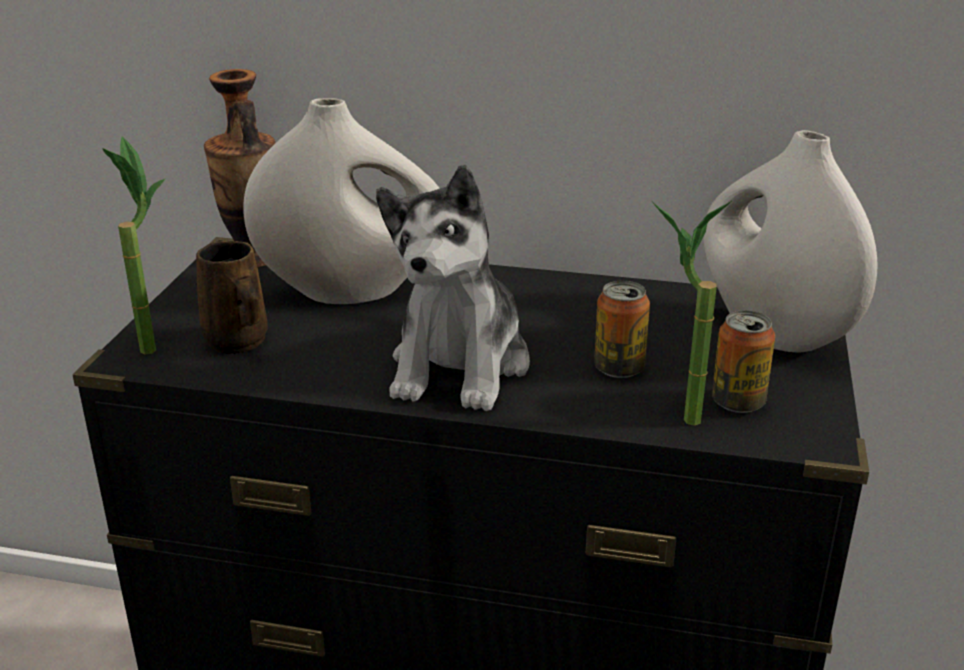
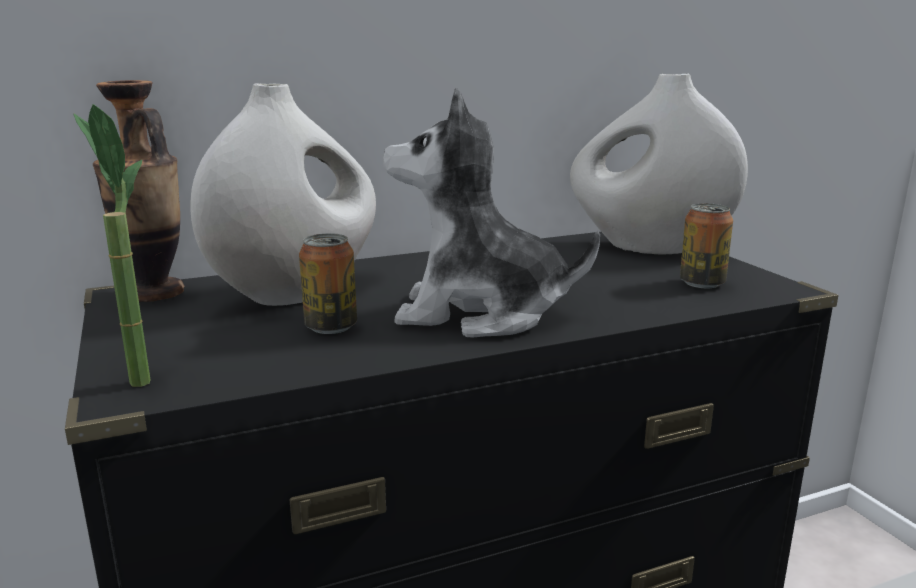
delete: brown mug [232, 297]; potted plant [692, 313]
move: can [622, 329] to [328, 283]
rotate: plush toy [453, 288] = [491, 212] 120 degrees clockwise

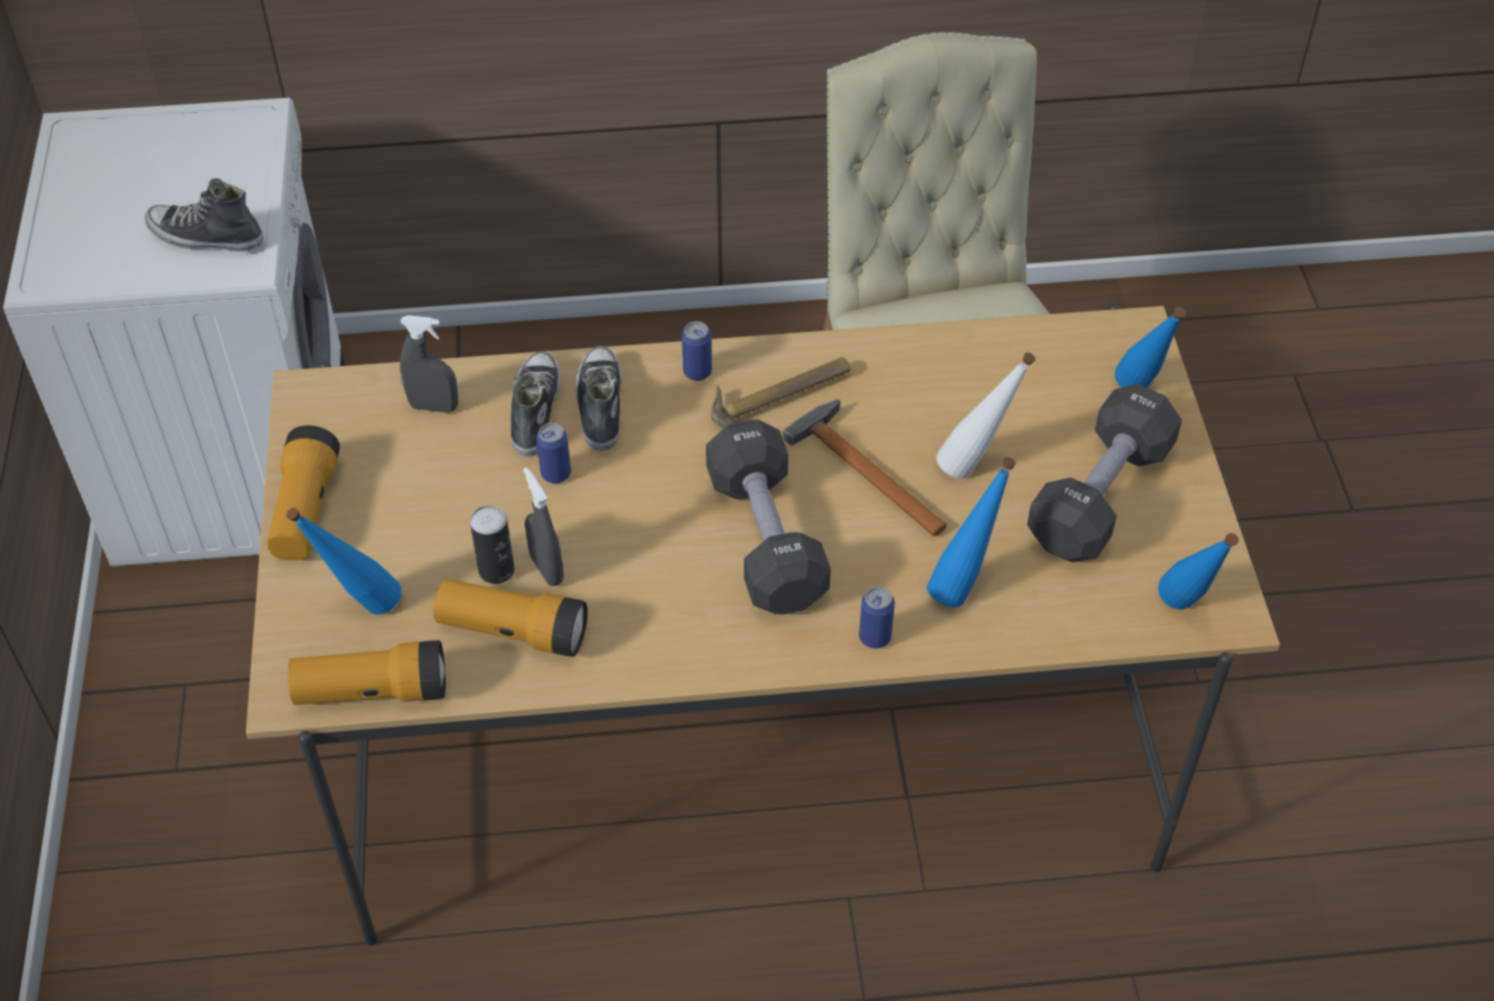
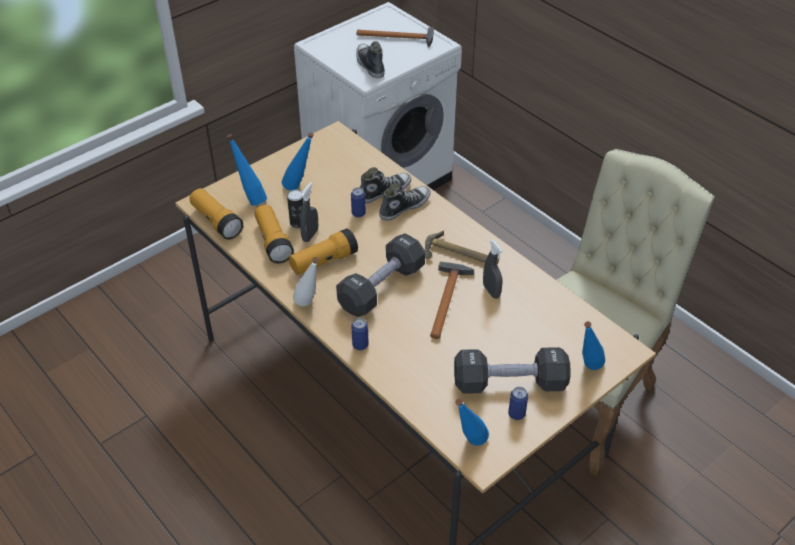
insert: hammer [395, 37]
move: blue bottle [971, 532] to [298, 161]; flashlight [303, 492] to [323, 251]; white bottle [986, 415] to [306, 281]; grey spray bottle [429, 364] to [493, 269]; can [697, 351] to [518, 403]

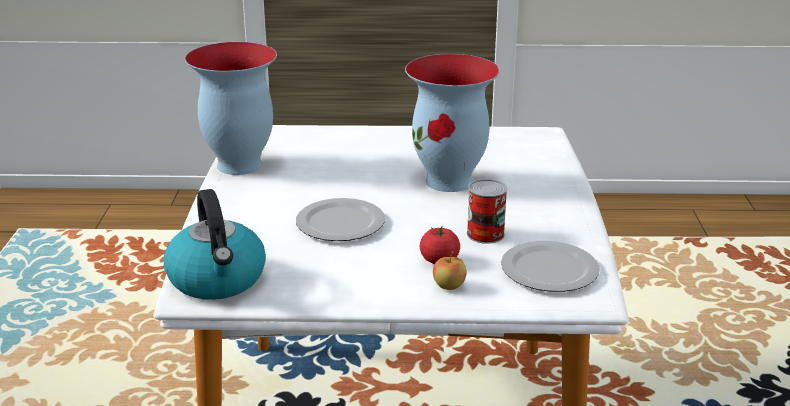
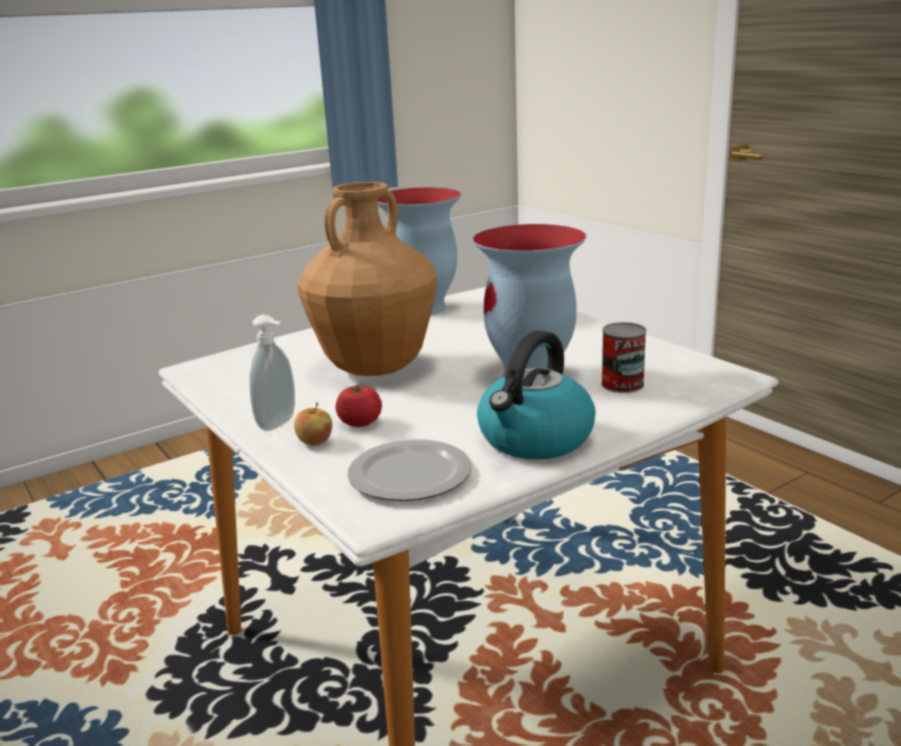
insert: soap dispenser [272, 373]
move: kettle [215, 244] to [536, 394]; can [487, 211] to [623, 357]
replace: plate [340, 219] to brown vase [367, 279]

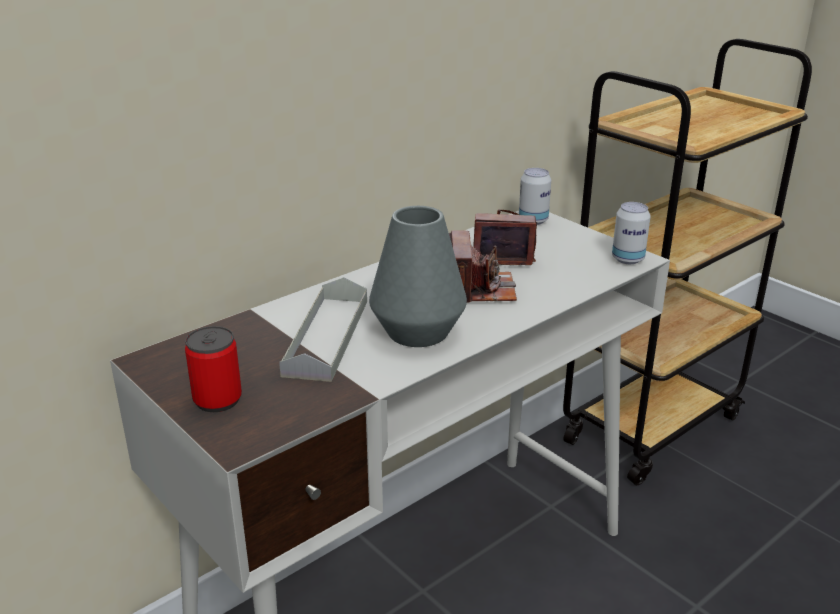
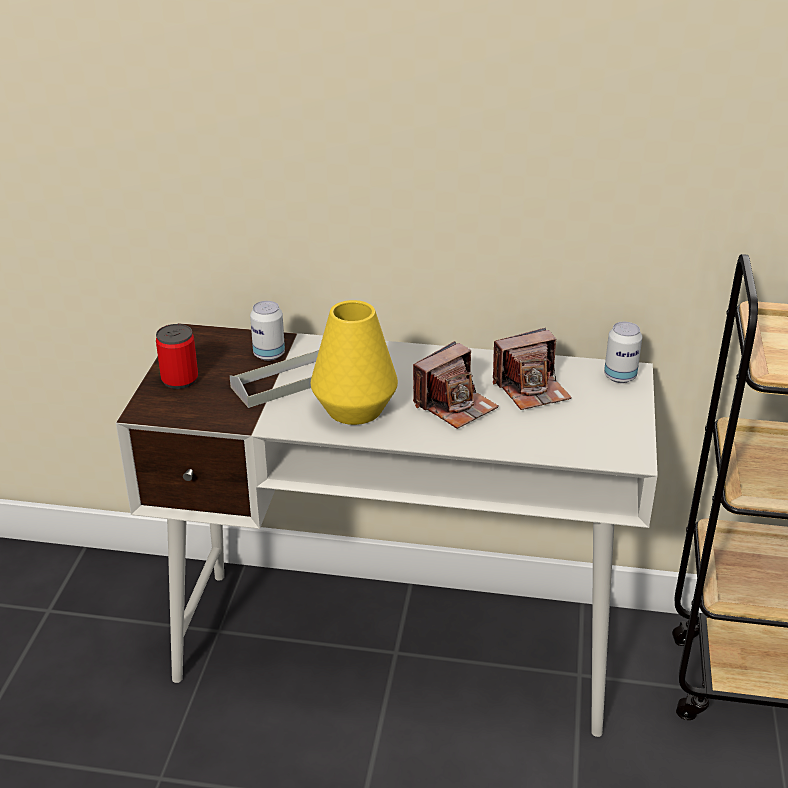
move: can [631, 233] to [267, 331]
recolor: grey vase [418, 276] to yellow vase [354, 362]
rotate: photo camera [505, 237] = [532, 369] 105 degrees clockwise

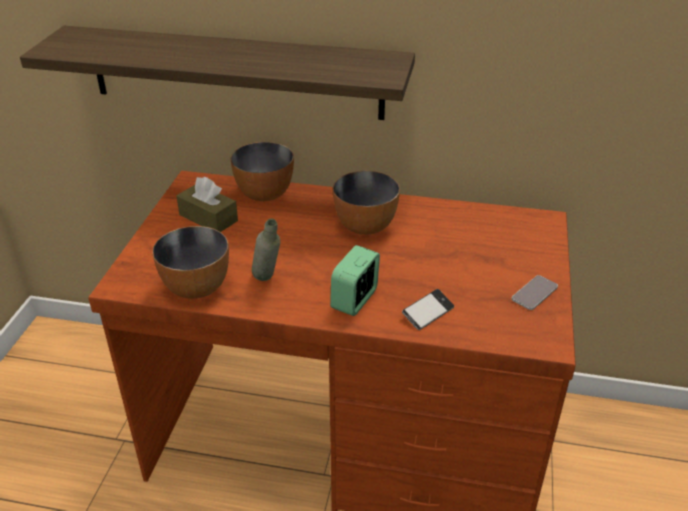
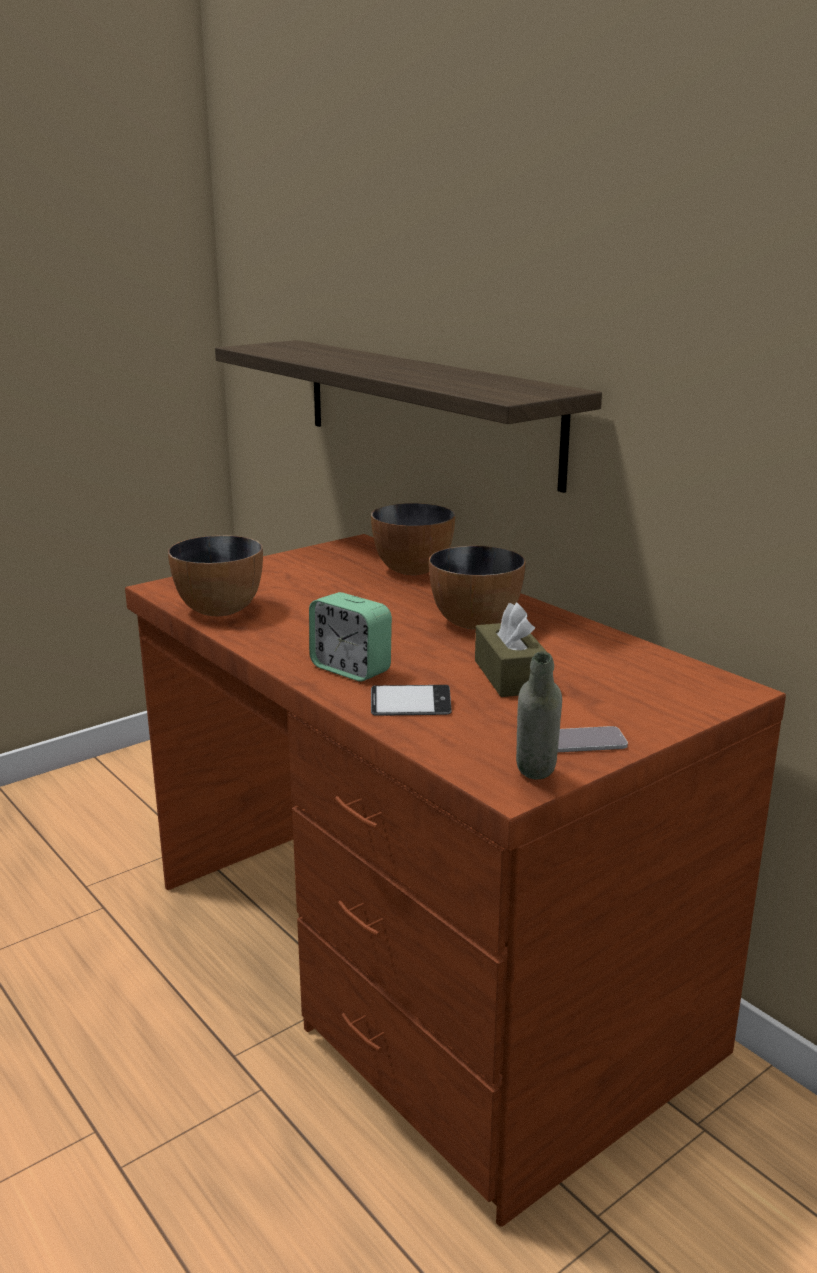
move: brown tissue box [207, 204] to [511, 649]; grey bottle [266, 250] to [539, 715]
rotate: alarm clock [355, 280] = [350, 637] 120 degrees counterclockwise

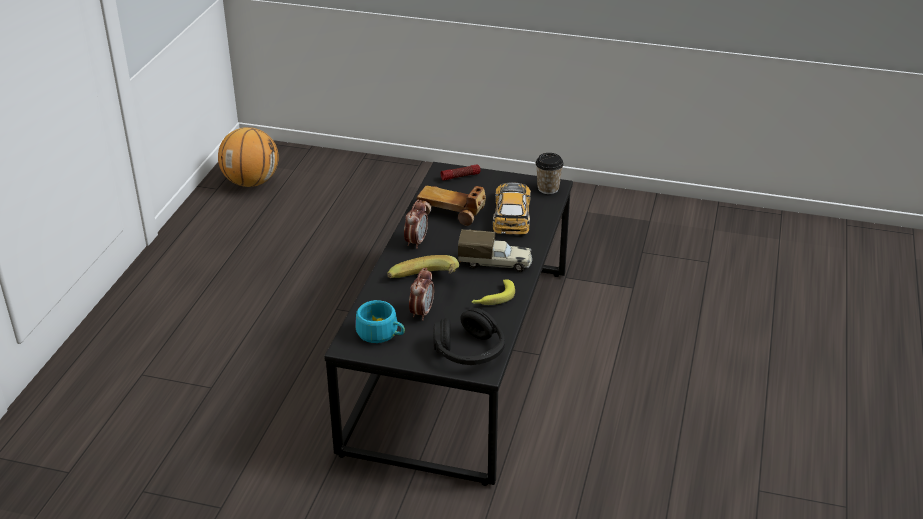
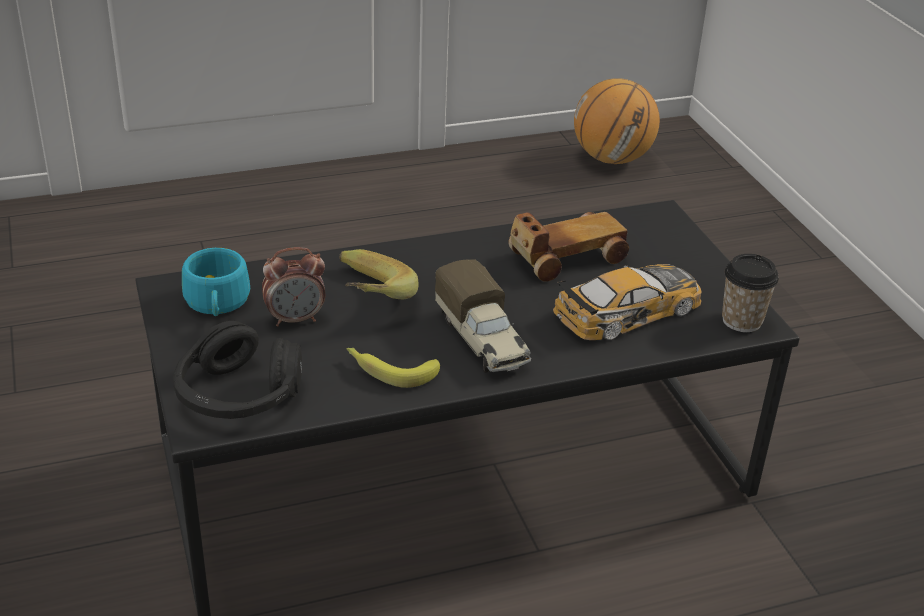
delete: alarm clock [416, 224]; flashlight [461, 172]
rotate: toy car [451, 206] = [568, 247] 75 degrees clockwise

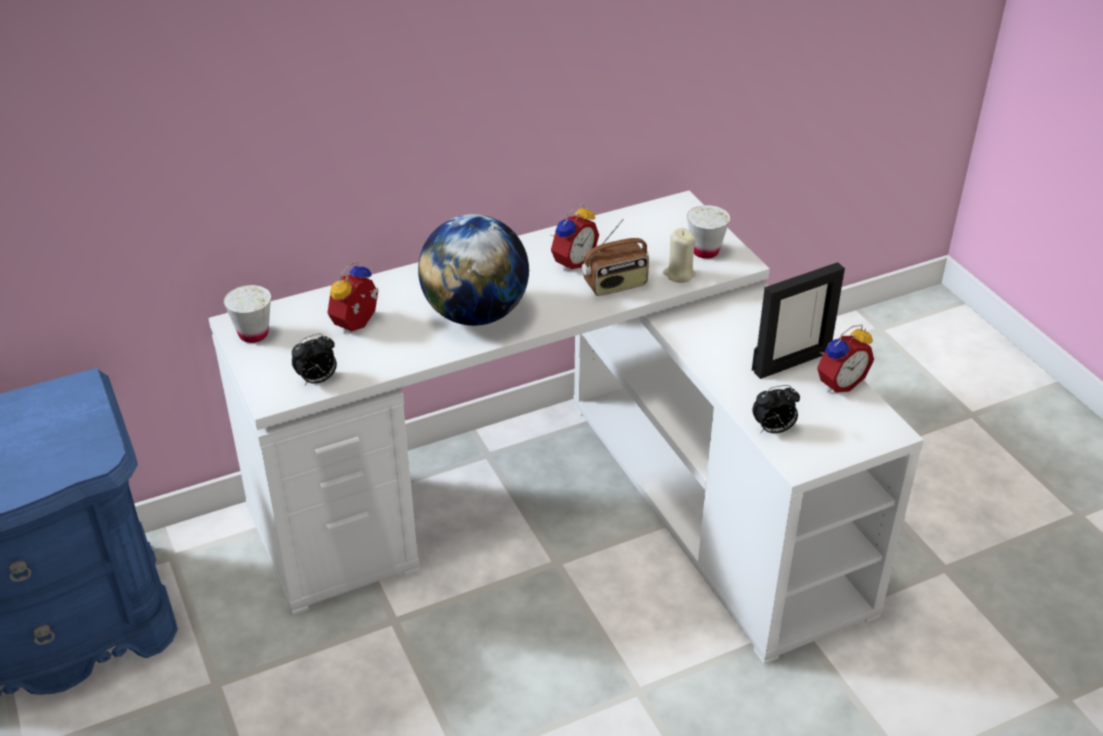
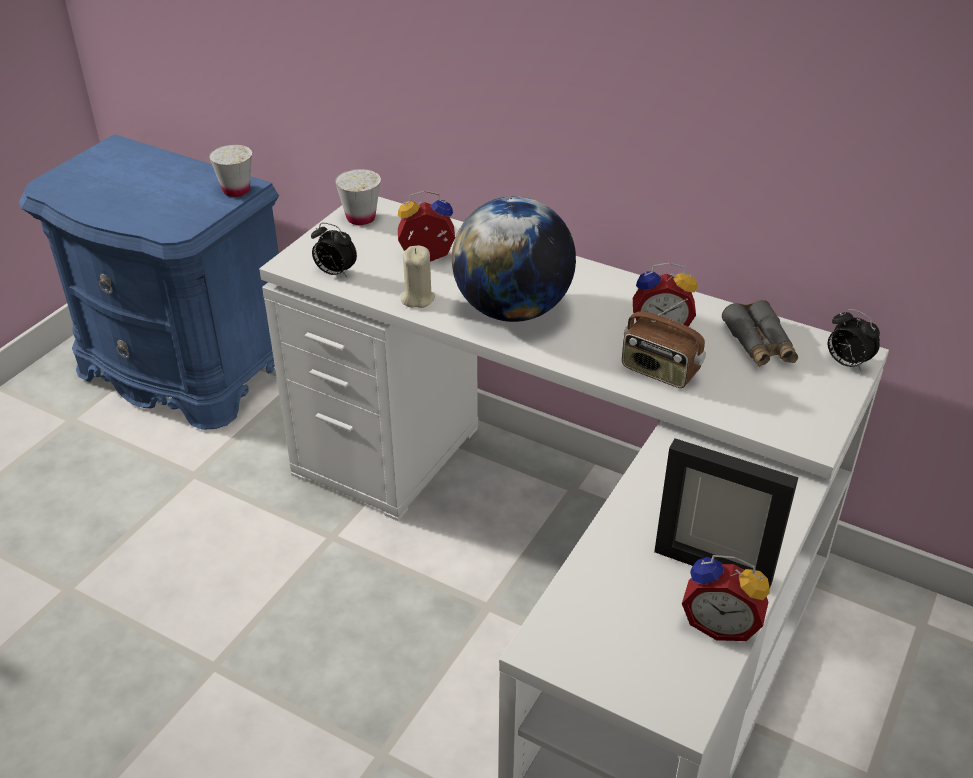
insert: grey binoculars [760, 333]
move: white cup [708, 232] to [230, 171]; beige candle [679, 255] to [418, 277]; alarm clock [776, 409] to [854, 340]

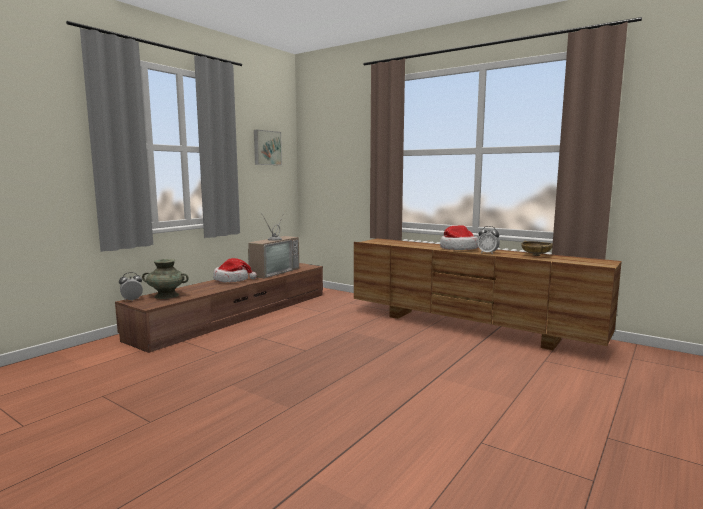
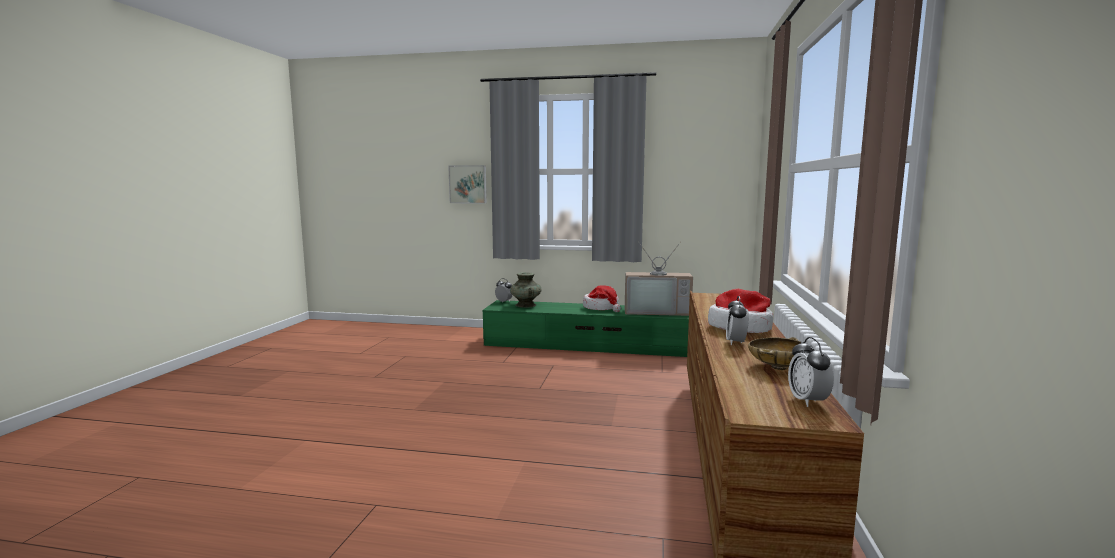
insert: alarm clock [811, 372]
move: picture [268, 147] to [467, 184]
recolor: brown tv stand [219, 308] to green tv stand [585, 328]

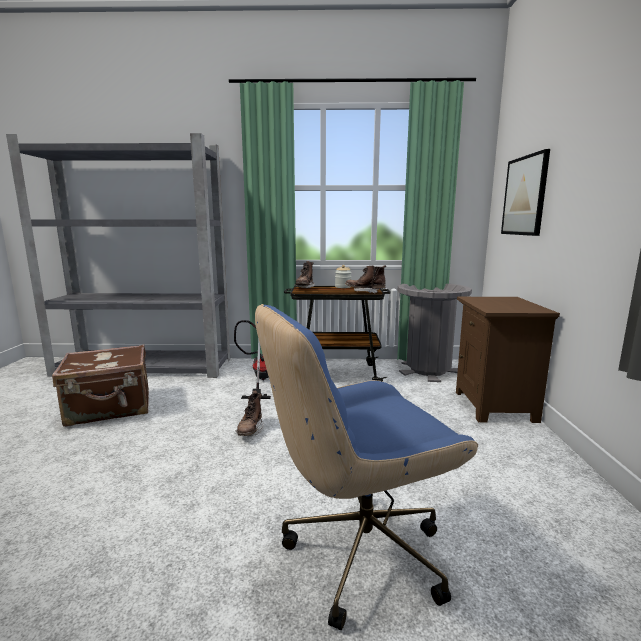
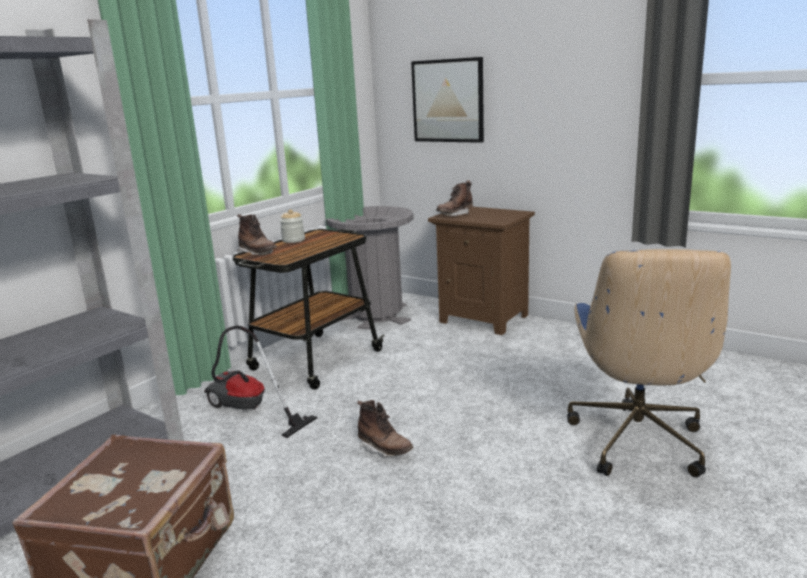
move: brown boot [365, 279] to [454, 198]

